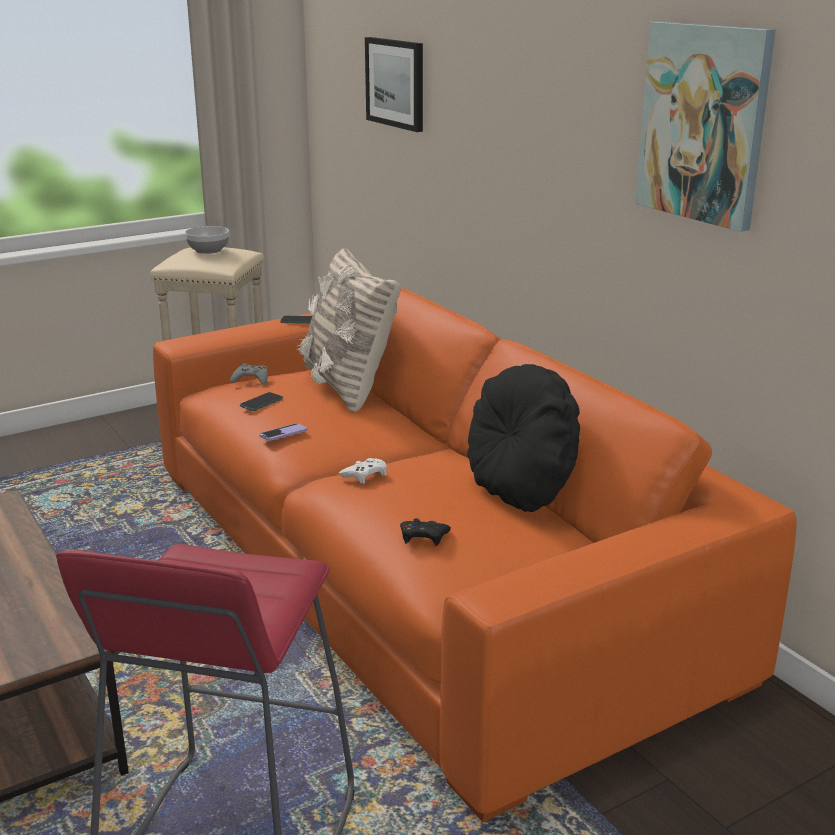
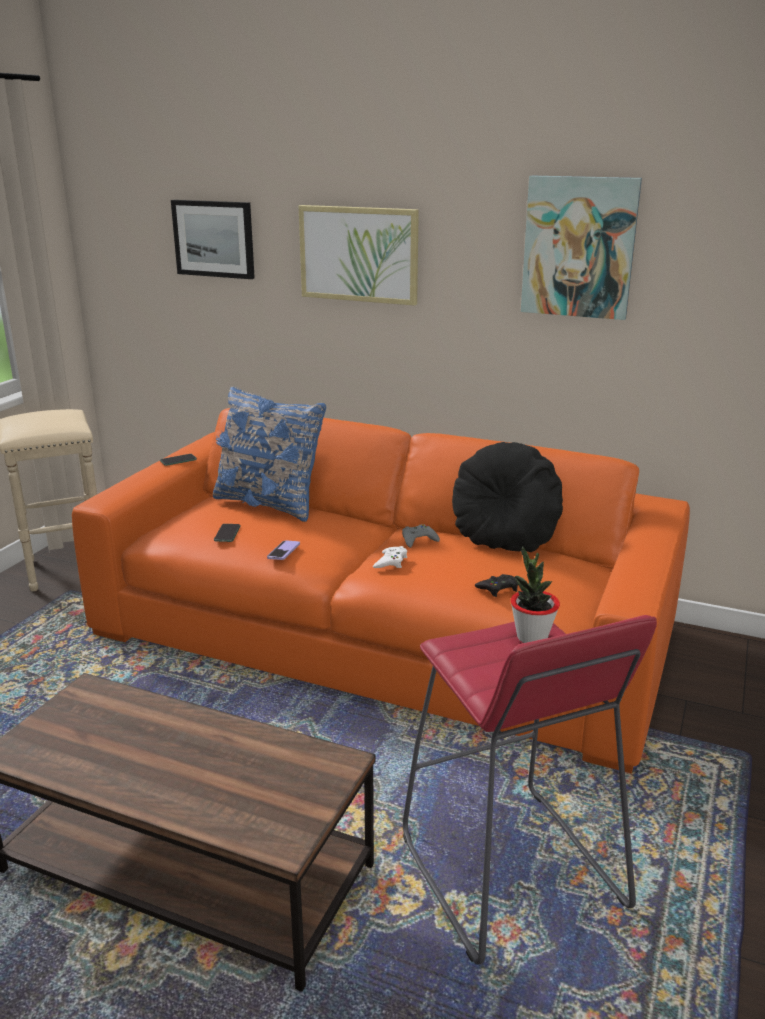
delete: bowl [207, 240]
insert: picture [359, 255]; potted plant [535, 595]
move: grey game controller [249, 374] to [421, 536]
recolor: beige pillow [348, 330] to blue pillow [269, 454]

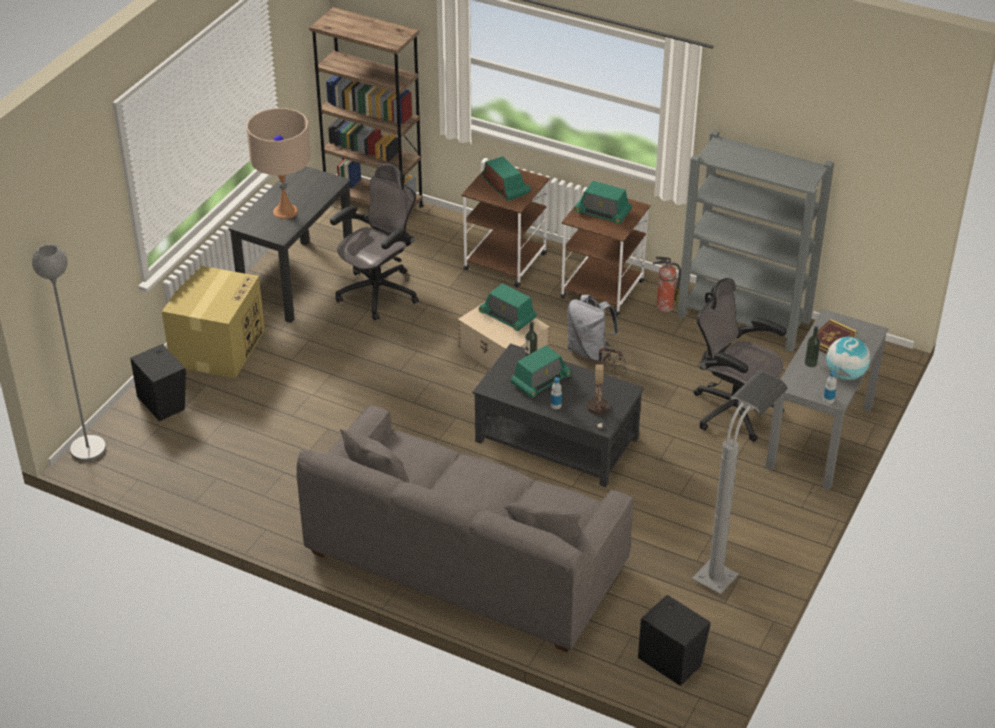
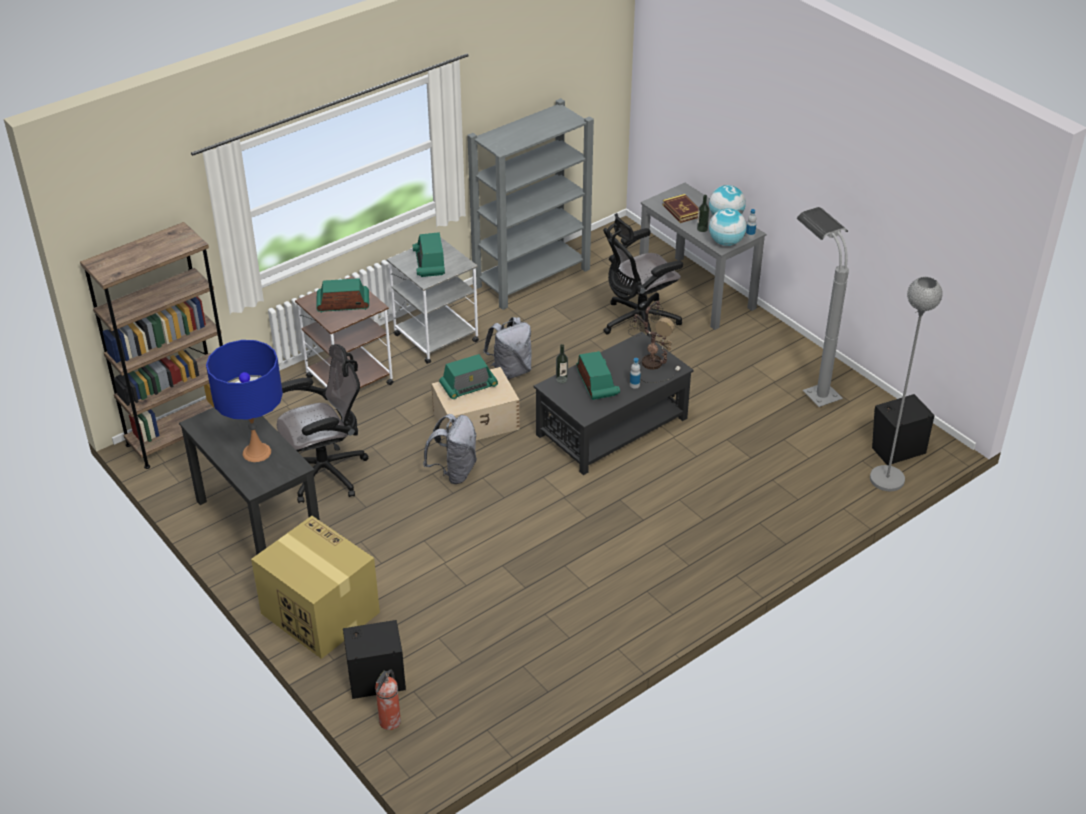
delete: grey sofa [465, 529]
insert: grey backpack [450, 449]; globe [727, 227]
move: fire extinguisher [666, 284] to [388, 699]; grey floor lamp [69, 353] to [906, 384]
recolor: beige table lamp [278, 163] to blue table lamp [244, 401]; brown cart [605, 257] to grey cart [433, 300]
rotate: office chair [374, 241] = [323, 423] 90 degrees clockwise; radio [603, 202] = [429, 254] 120 degrees clockwise

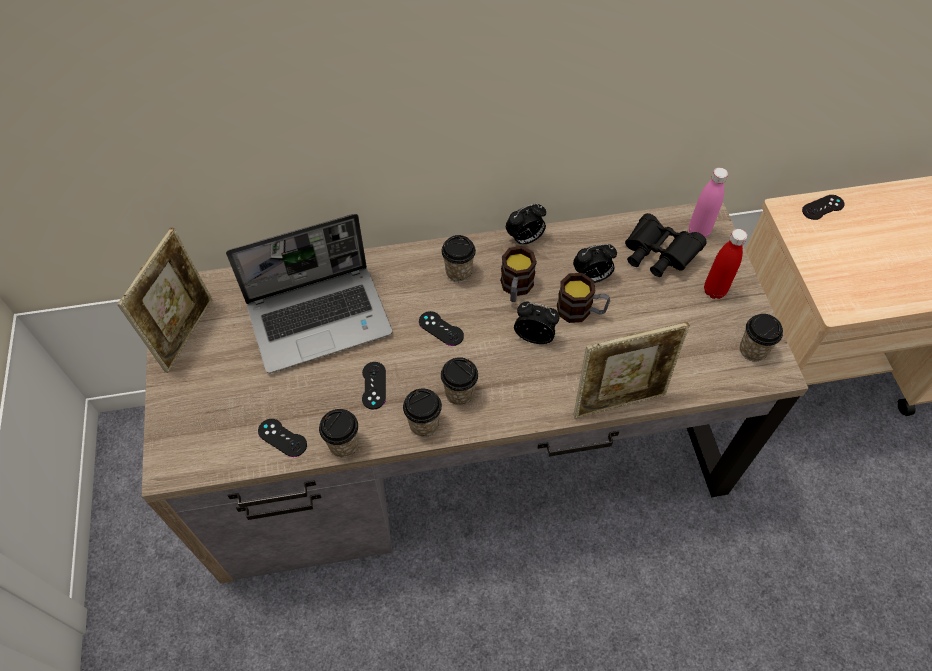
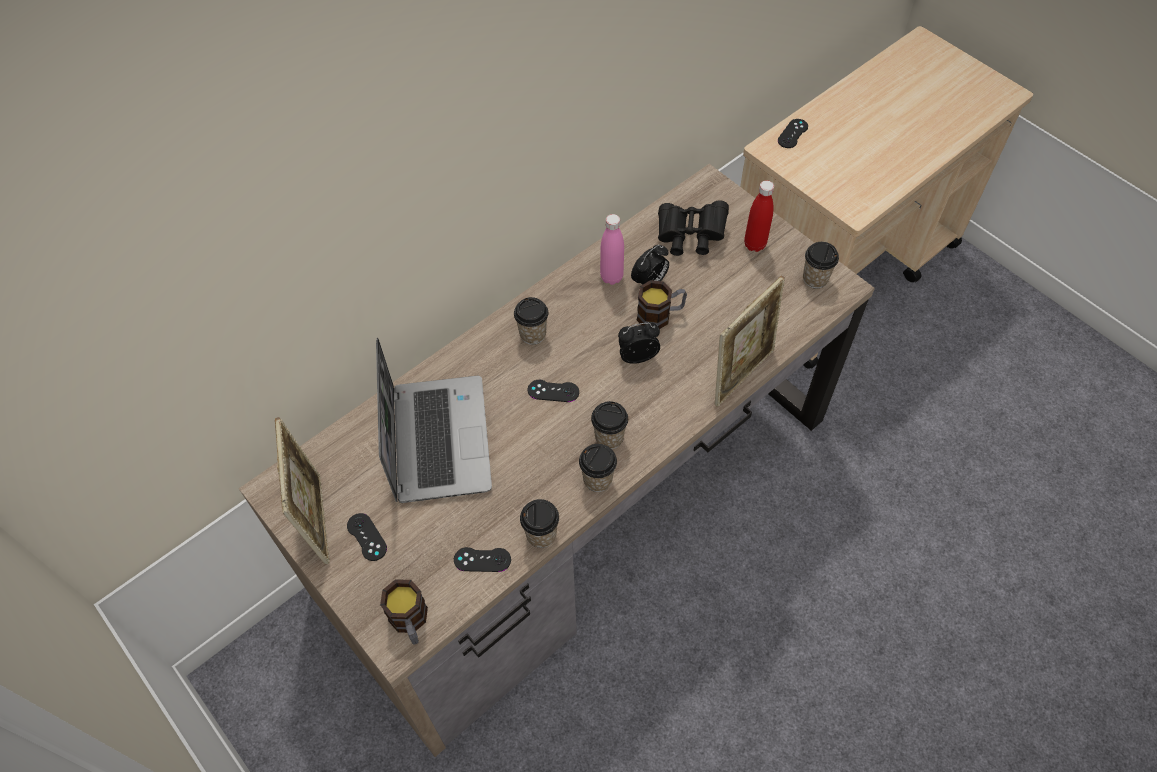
delete: alarm clock [526, 224]
move: black game controller [374, 386] to [367, 537]; mug [518, 274] to [404, 612]; pink bottle [708, 202] to [612, 249]
rotate: laptop [309, 293] = [434, 420] 45 degrees counterclockwise

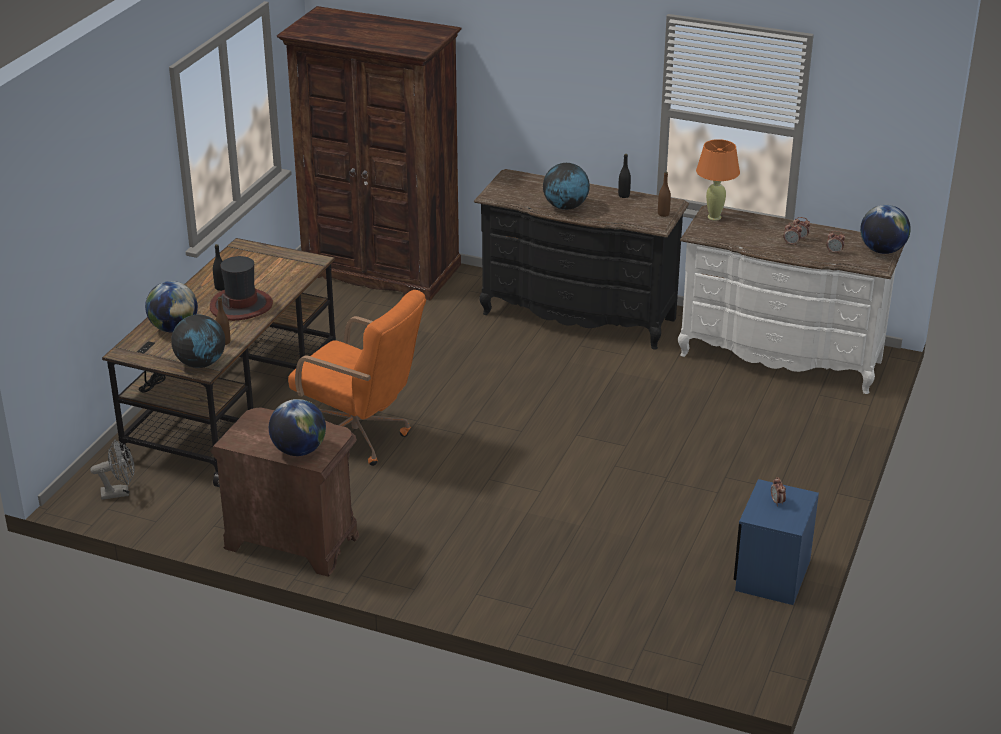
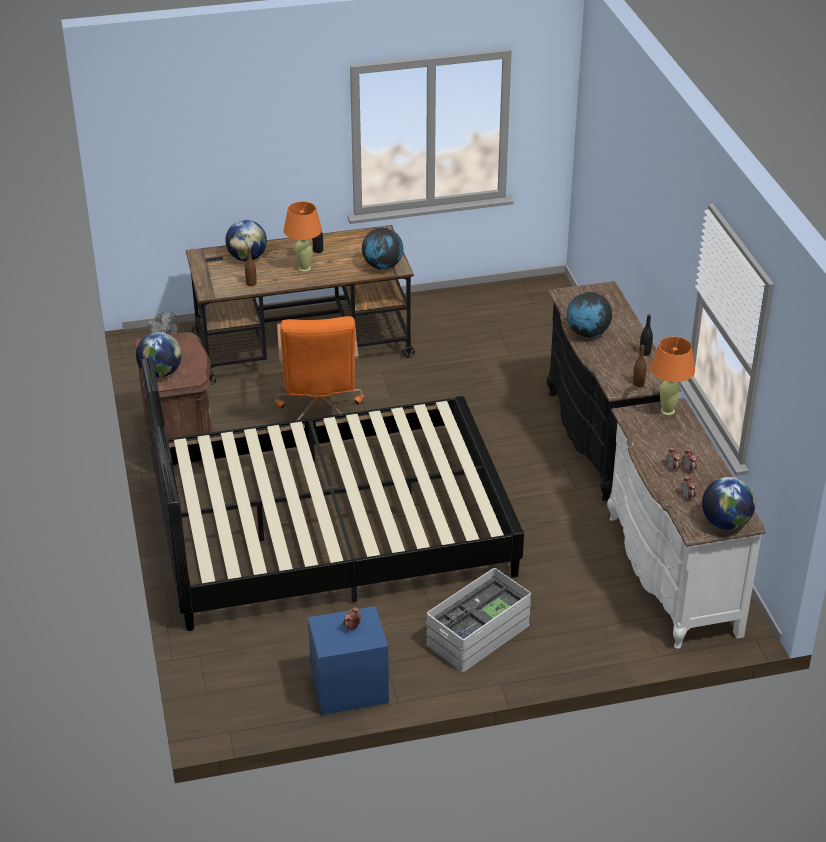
delete: brown wardrobe [369, 153]
insert: black bed [332, 494]; grey storage box [478, 620]
move: globe [198, 341] to [382, 249]
replace: hat [241, 288] to orange table lamp [302, 236]

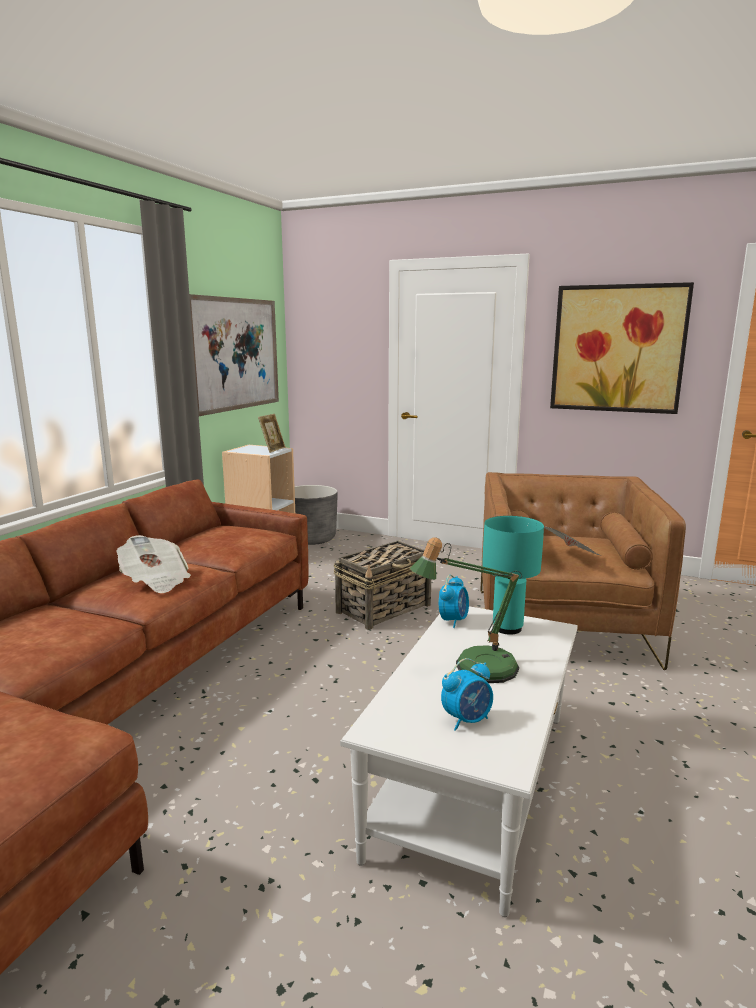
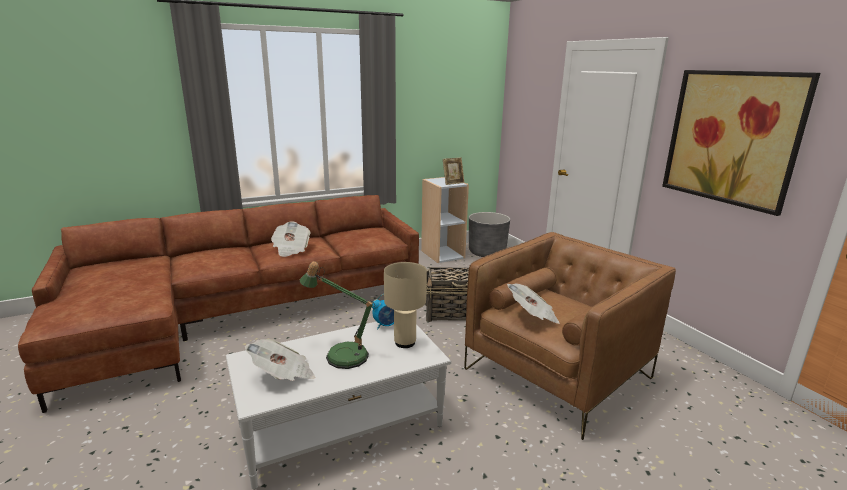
delete: picture [234, 355]
replace: alarm clock [467, 694] to newspaper [280, 360]
recolor: turquoise table lamp [513, 575] to beige table lamp [405, 305]

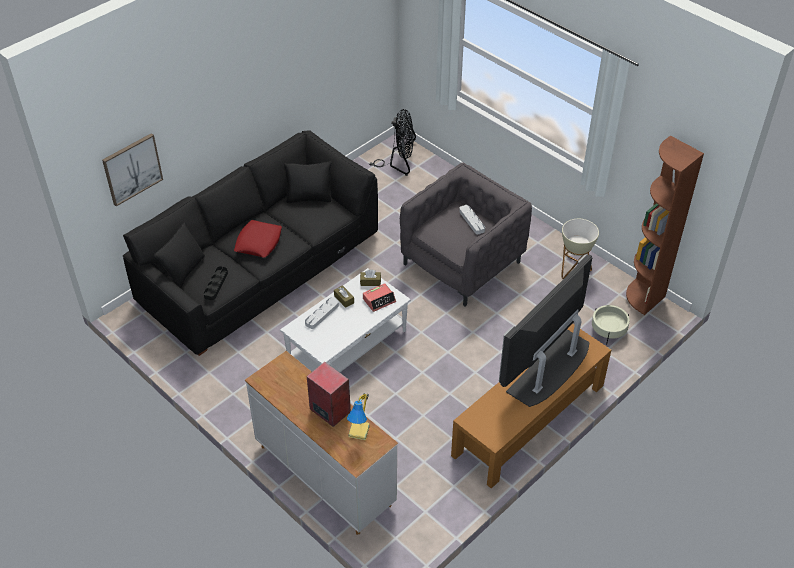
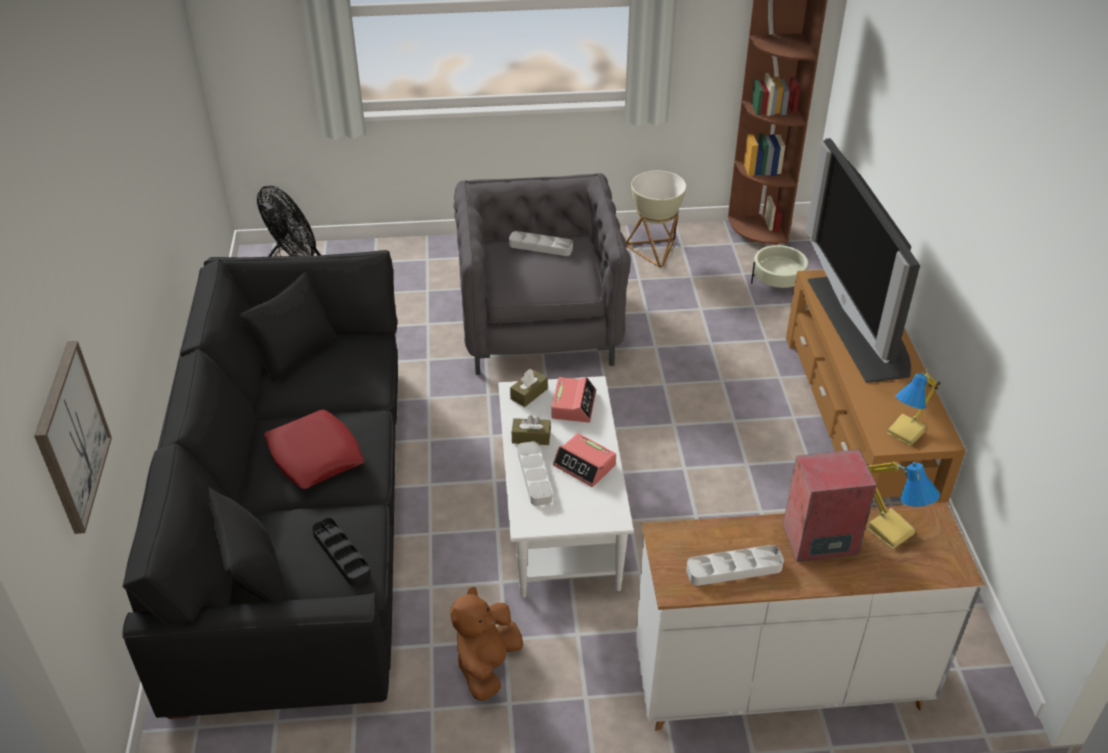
insert: brown plush toy [486, 643]; alarm clock [584, 460]; grey tray [735, 565]; table lamp [913, 409]

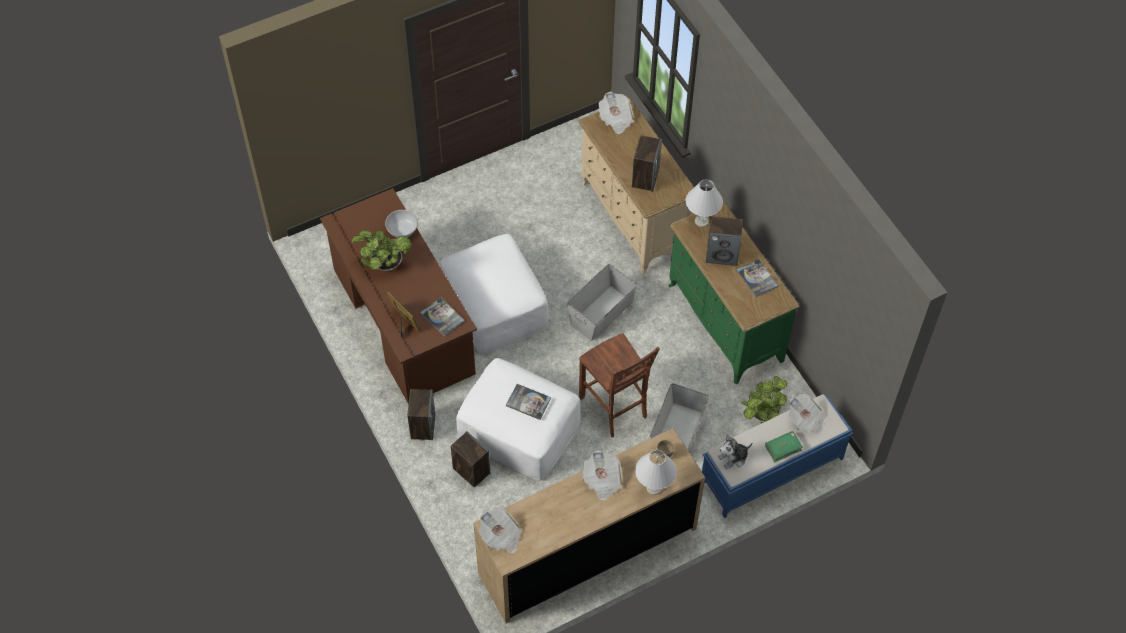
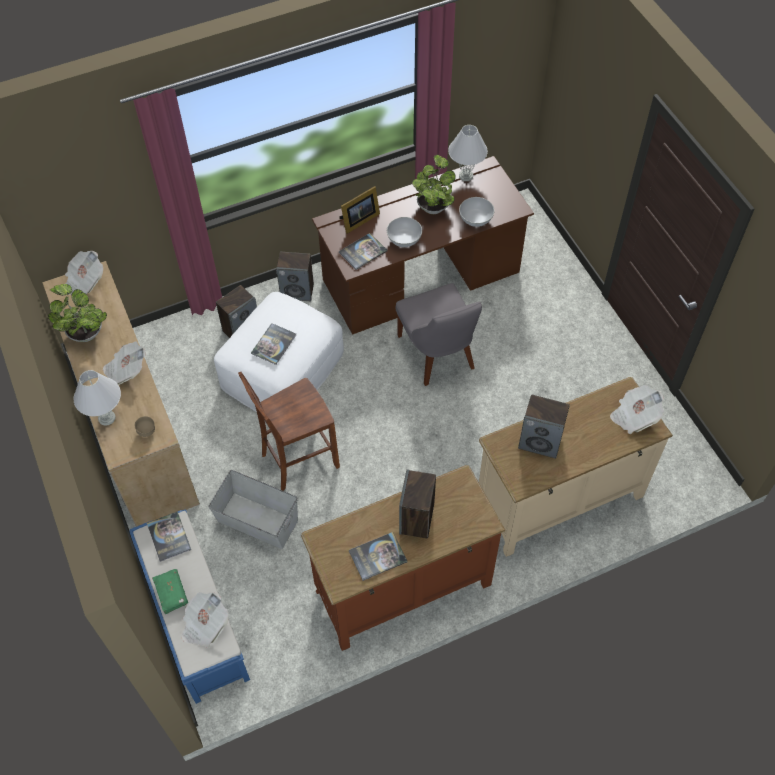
delete: grey storage box [602, 302]
insert: white bowl [404, 232]
move: potted plant [764, 399] to [77, 313]; white table lamp [704, 203] to [468, 153]
replace: plush toy [735, 452] to book [169, 536]; white ottoman [494, 294] to grey chair [439, 334]
recolor: green dresser [733, 292] to brown dresser [403, 558]

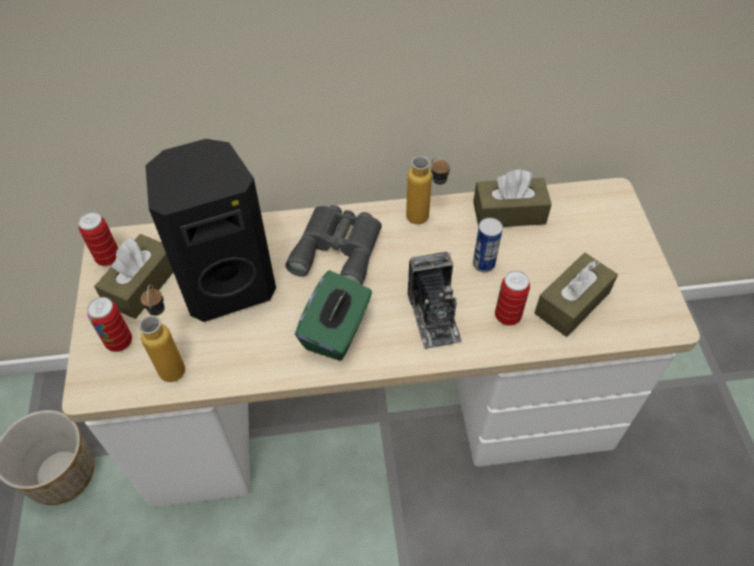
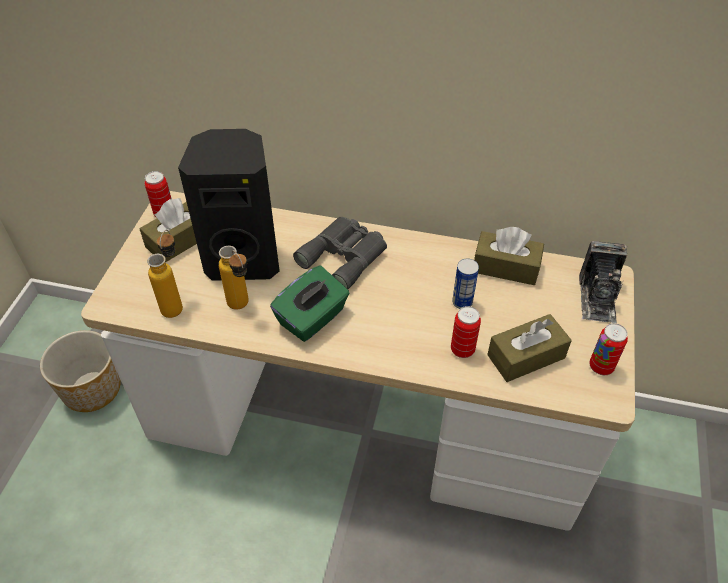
move: bottle [428, 190] to [234, 278]; photo camera [435, 300] to [603, 282]; can [109, 324] to [609, 349]

